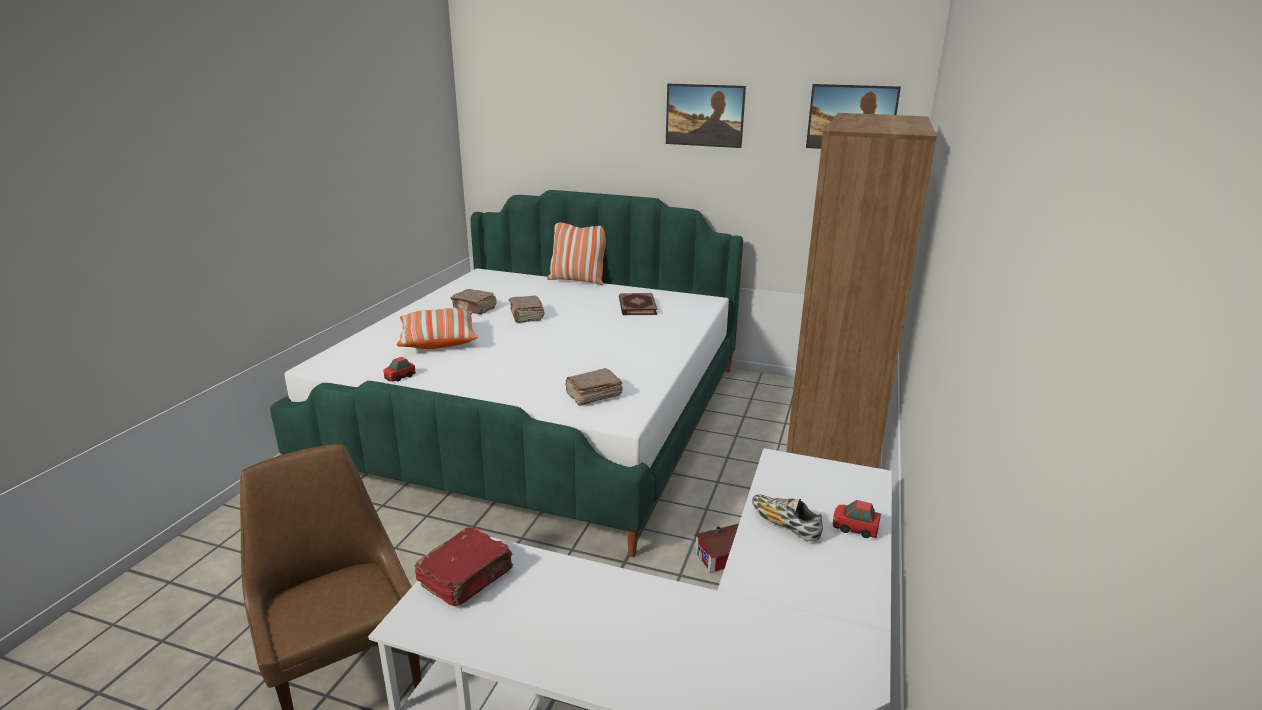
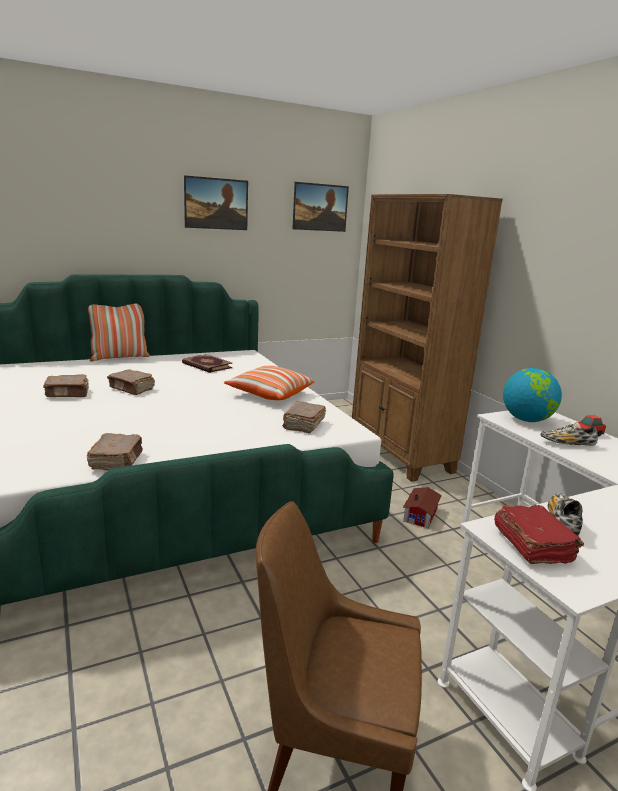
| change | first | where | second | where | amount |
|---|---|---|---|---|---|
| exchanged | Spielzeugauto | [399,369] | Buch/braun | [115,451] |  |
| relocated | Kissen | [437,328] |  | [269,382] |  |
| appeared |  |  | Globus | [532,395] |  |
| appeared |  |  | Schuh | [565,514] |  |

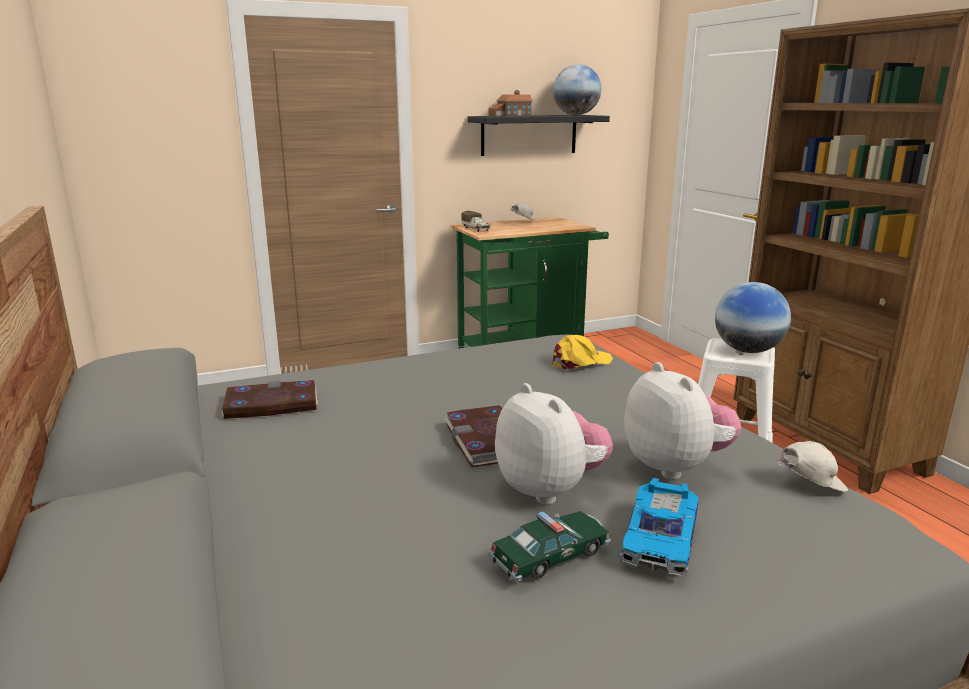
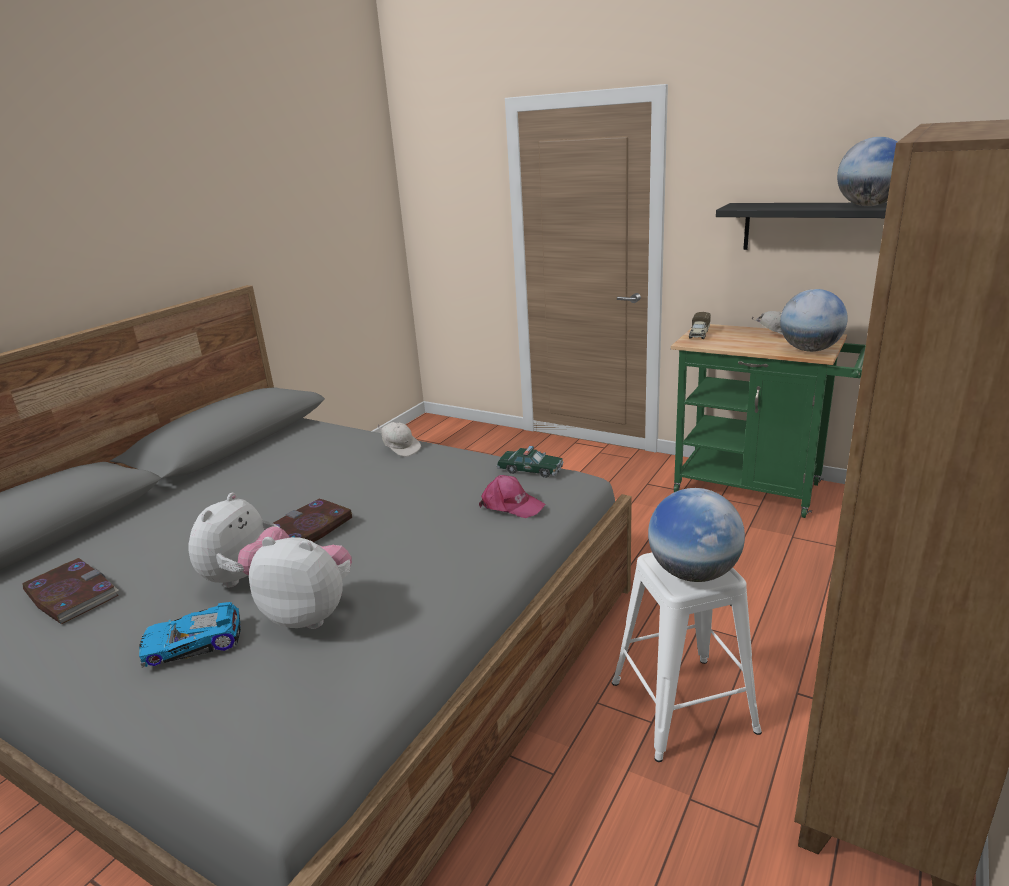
| change | first | where | second | where | amount |
|---|---|---|---|---|---|
| relocated | Buch | [269,399] |  | [71,591] |  |
| spun | Plüschtier | [682,421] |  | [300,583] | 105 degrees counterclockwise |
| relocated | Kappe/weiß | [812,466] |  | [399,439] |  |
| colour | Kappe/gelb | [582,352] | Kappe/rosa | [512,496] |  |
| relocated | Spielzeugauto | [550,546] |  | [530,462] |  |
| appeared |  |  | Globus | [814,320] |  |
| missing | Spielzeughaus | [511,103] |  |  |  |

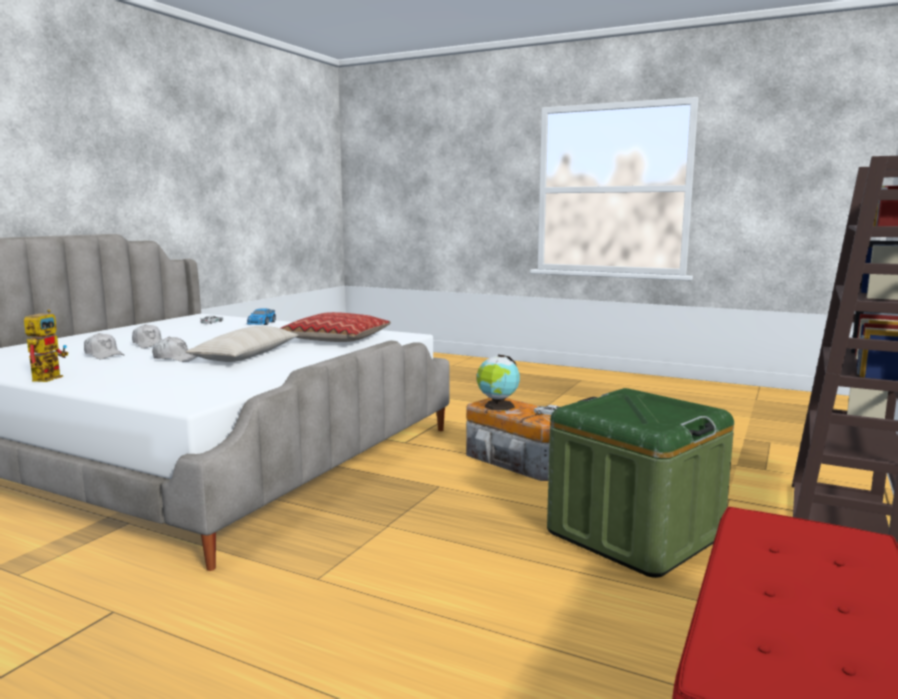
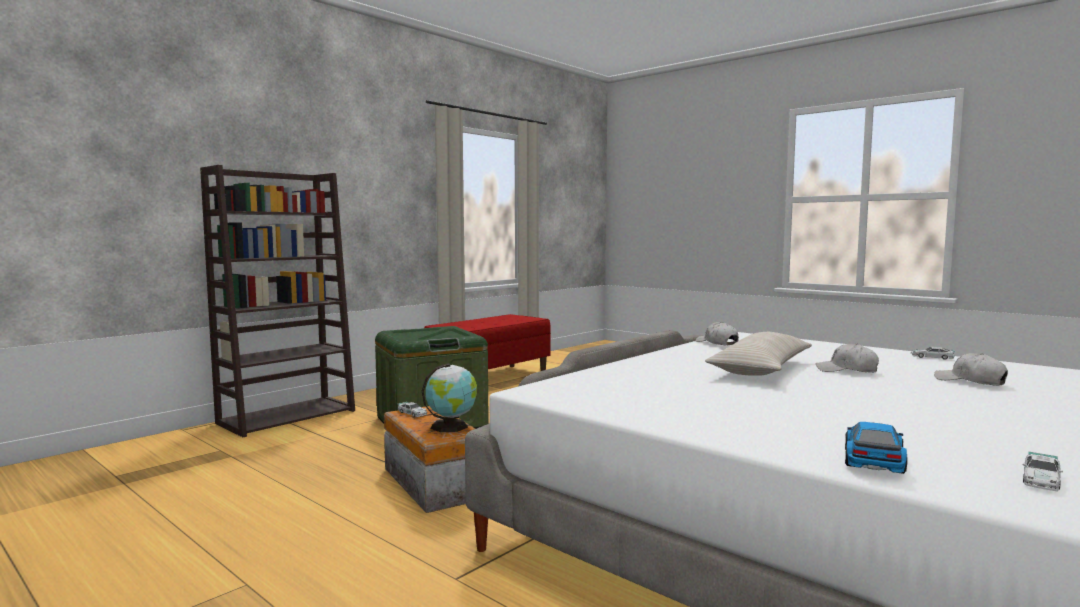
| change | first | where | second | where | amount |
|---|---|---|---|---|---|
| relocated | Kappe/weiß | [147,336] |  | [717,333] |  |
| exchanged | Spielzeugroboter | [46,345] | Spielzeugauto | [933,353] |  |
| missing | Kissen | [336,327] |  |  |  |

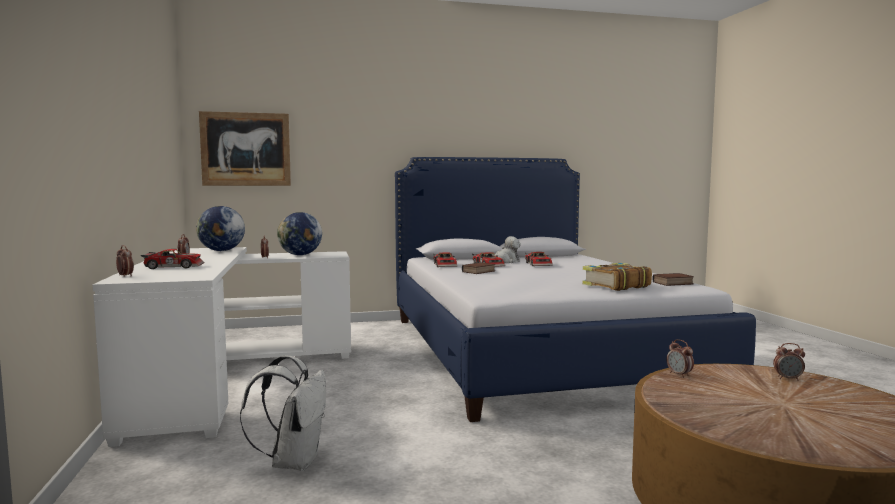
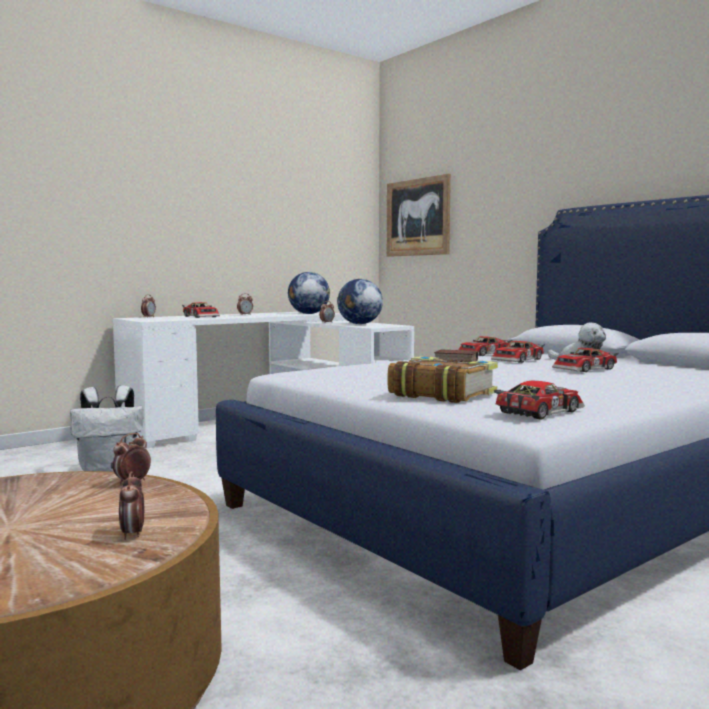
| change | first | where | second | where | amount |
|---|---|---|---|---|---|
| exchanged | Buch | [673,279] | Spielzeugauto | [539,400] |  |

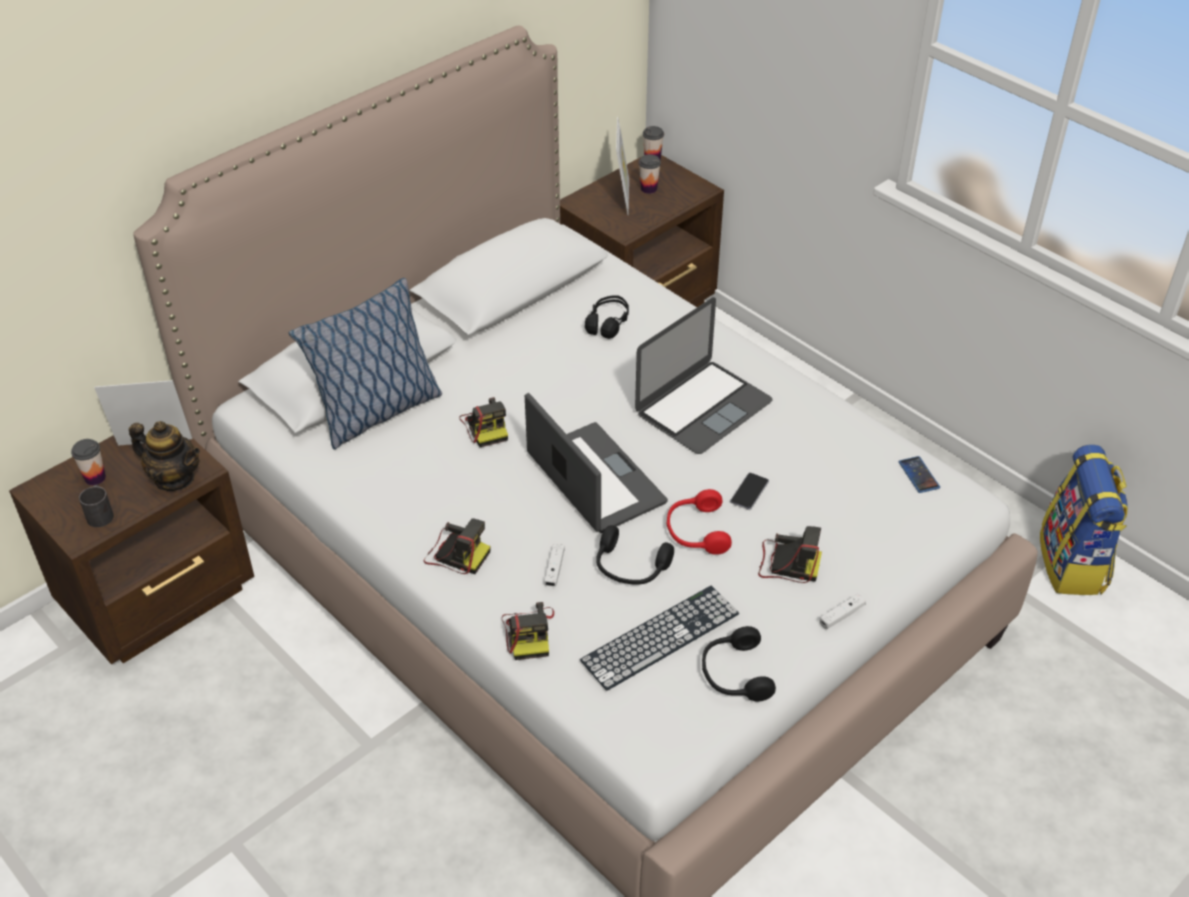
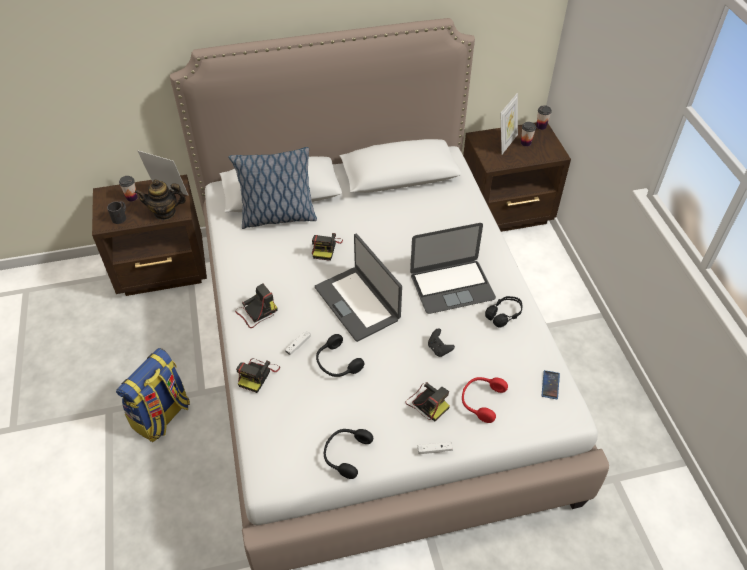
| change | first | where | second | where | amount |
|---|---|---|---|---|---|
| relocated | Rucksack | [1084,520] |  | [153,395] |  |
| spun | Teekanne | [164,456] |  | [160,200] | 120 degrees clockwise |
| spun | Kamera | [457,546] |  | [256,305] | 90 degrees counterclockwise |
| spun | Laptop | [596,463] |  | [358,288] | 150 degrees clockwise |
| exchanged | Handy | [749,491] | Gamepad/schwarz | [441,342] |  |
| relocated | Kopfhörer/rot | [699,522] |  | [485,400] |  |
| relocated | Kopfhörer/schwarz | [607,317] |  | [503,312] |  |
| missing | Tastatur | [659,638] |  |  |  |

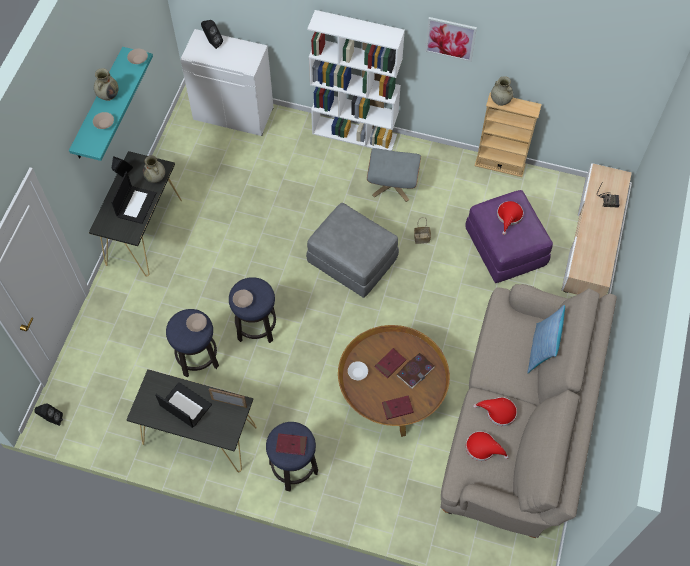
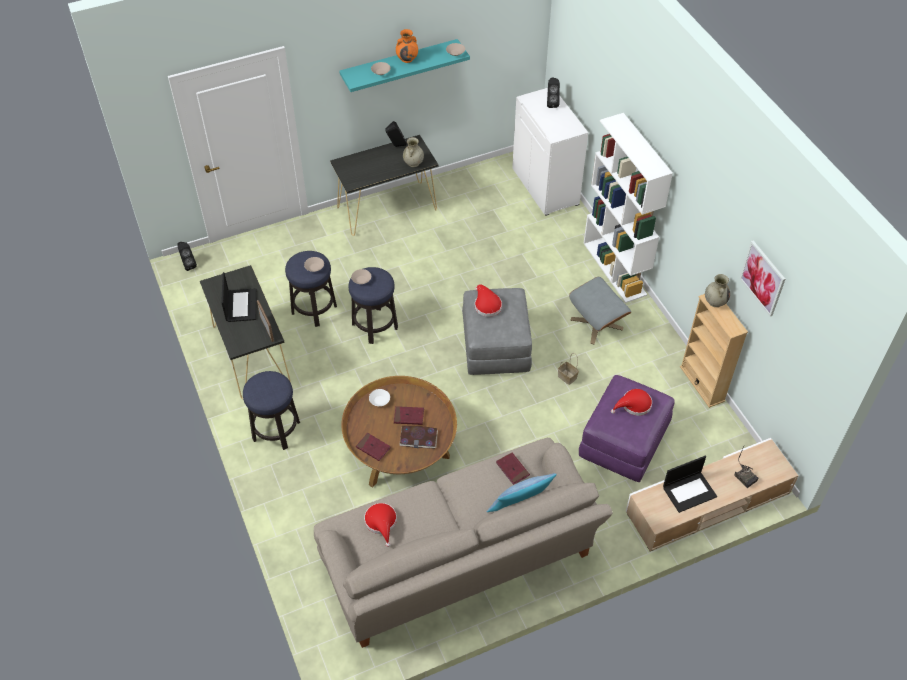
| change | first | where | second | where | amount |
|---|---|---|---|---|---|
| colour | Vase/beige | [106,84] | Vase/orange | [407,46] |  |
| relocated | Hut/rot | [495,411] |  | [488,300] |  |
| relocated | Buch/rot | [291,444] |  | [513,469] |  |
| relocated | Laptop | [133,198] |  | [690,484] |  |
| relocated | Bild | [451,39] |  | [762,278] |  |

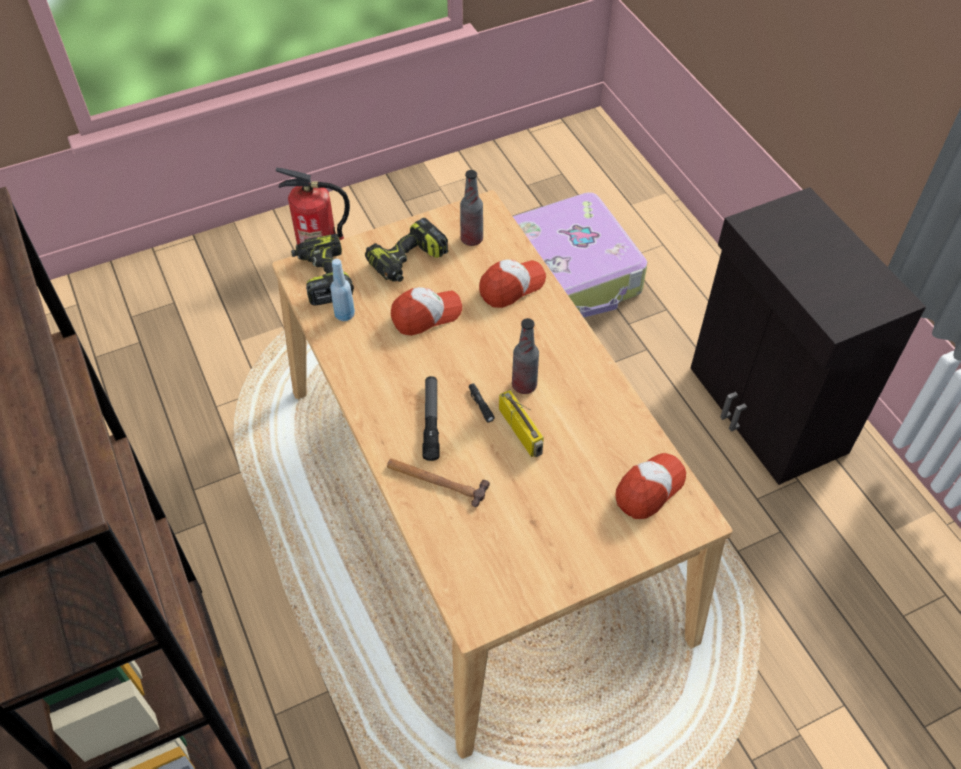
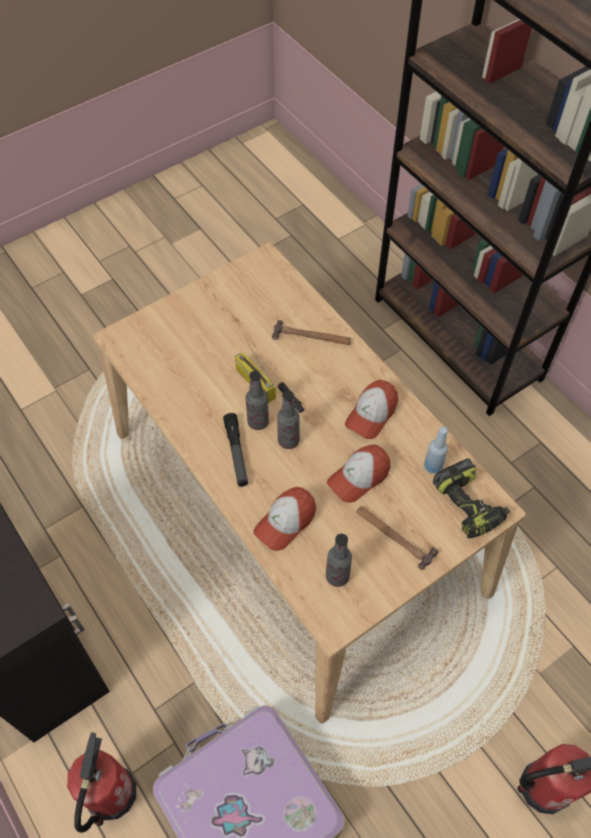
| change | first | where | second | where | amount |
|---|---|---|---|---|---|
| appeared |  |  | Feuerlöscher | [101,782] |  |
| relocated | Taschenlampe | [431,418] |  | [235,450] |  |
| appeared |  |  | Flasche | [288,419] |  |
| relocated | Kappe | [651,486] |  | [371,409] |  |
| exchanged | Bohrmaschine | [406,250] | Hammer | [397,538] |  |

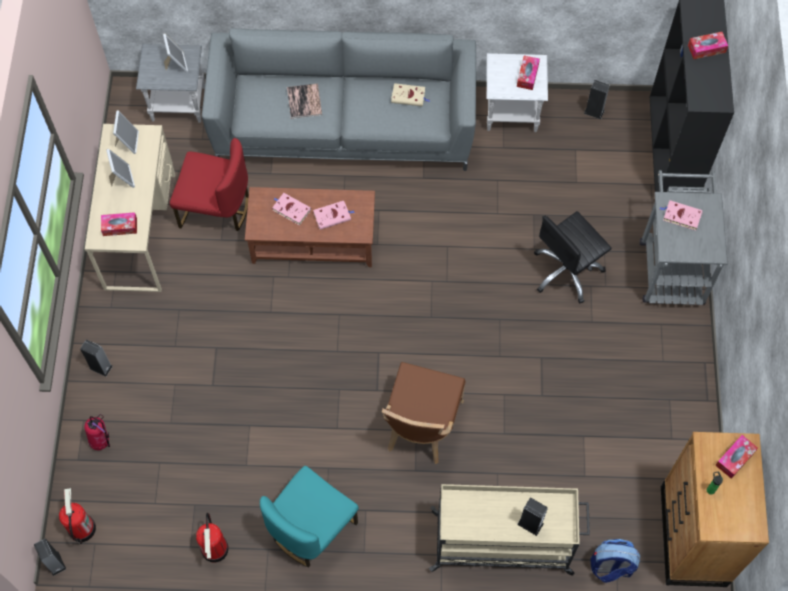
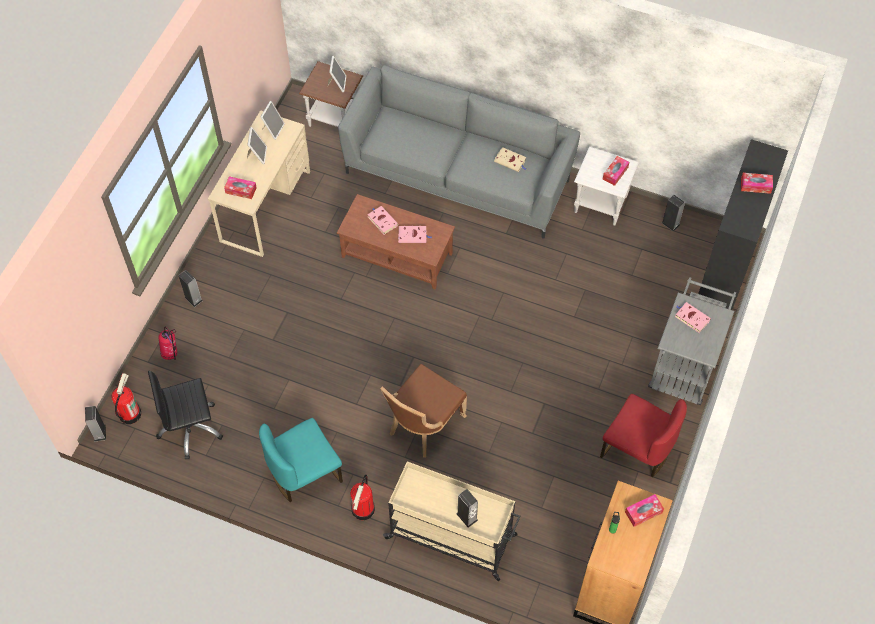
| change | first | where | second | where | amount |
|---|---|---|---|---|---|
| relocated | Bürostuhl/schwarz | [573,257] |  | [185,415] |  |
| colour | Beistelltisch/grau | [170,83] | Beistelltisch/braun | [331,94] |  |
| relocated | Feuerlöscher | [212,538] |  | [362,497] |  |
| relocated | Stuhl/rot | [209,184] |  | [643,435] |  |
| missing | Buch | [304,101] |  |  |  |
| missing | Rucksack | [615,561] |  |  |  |

